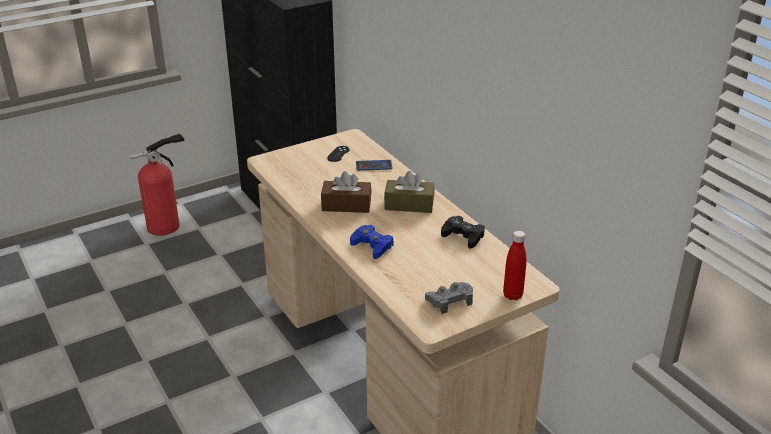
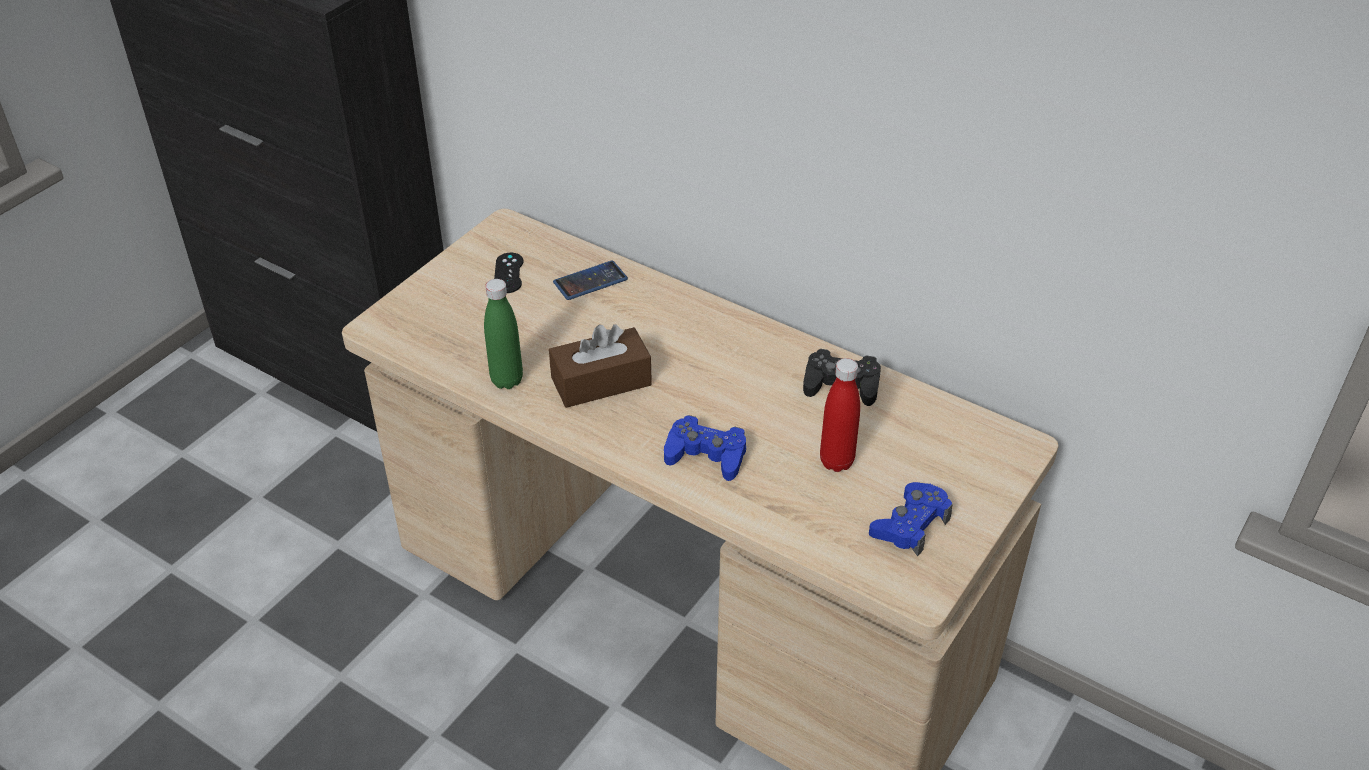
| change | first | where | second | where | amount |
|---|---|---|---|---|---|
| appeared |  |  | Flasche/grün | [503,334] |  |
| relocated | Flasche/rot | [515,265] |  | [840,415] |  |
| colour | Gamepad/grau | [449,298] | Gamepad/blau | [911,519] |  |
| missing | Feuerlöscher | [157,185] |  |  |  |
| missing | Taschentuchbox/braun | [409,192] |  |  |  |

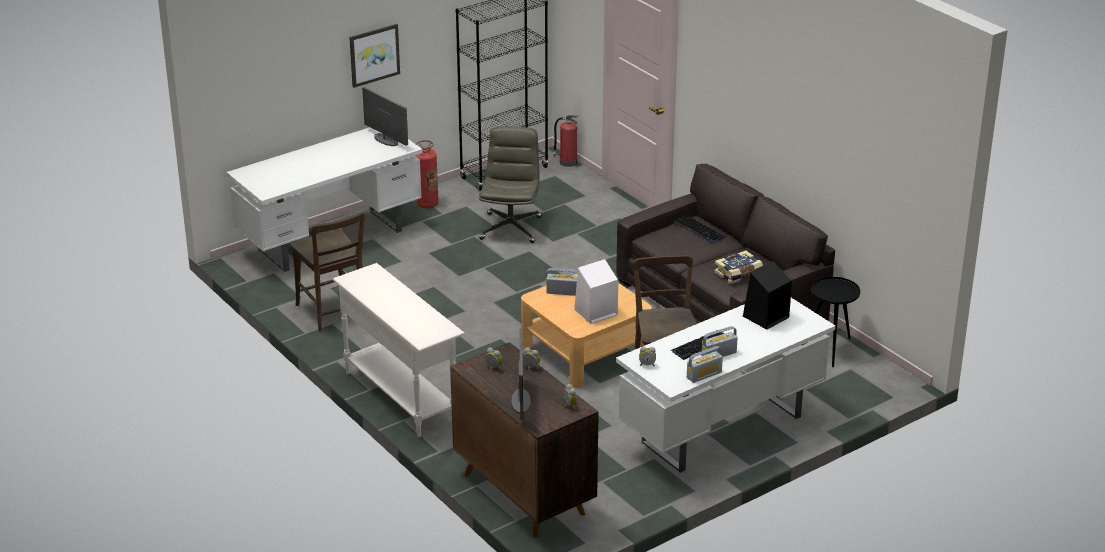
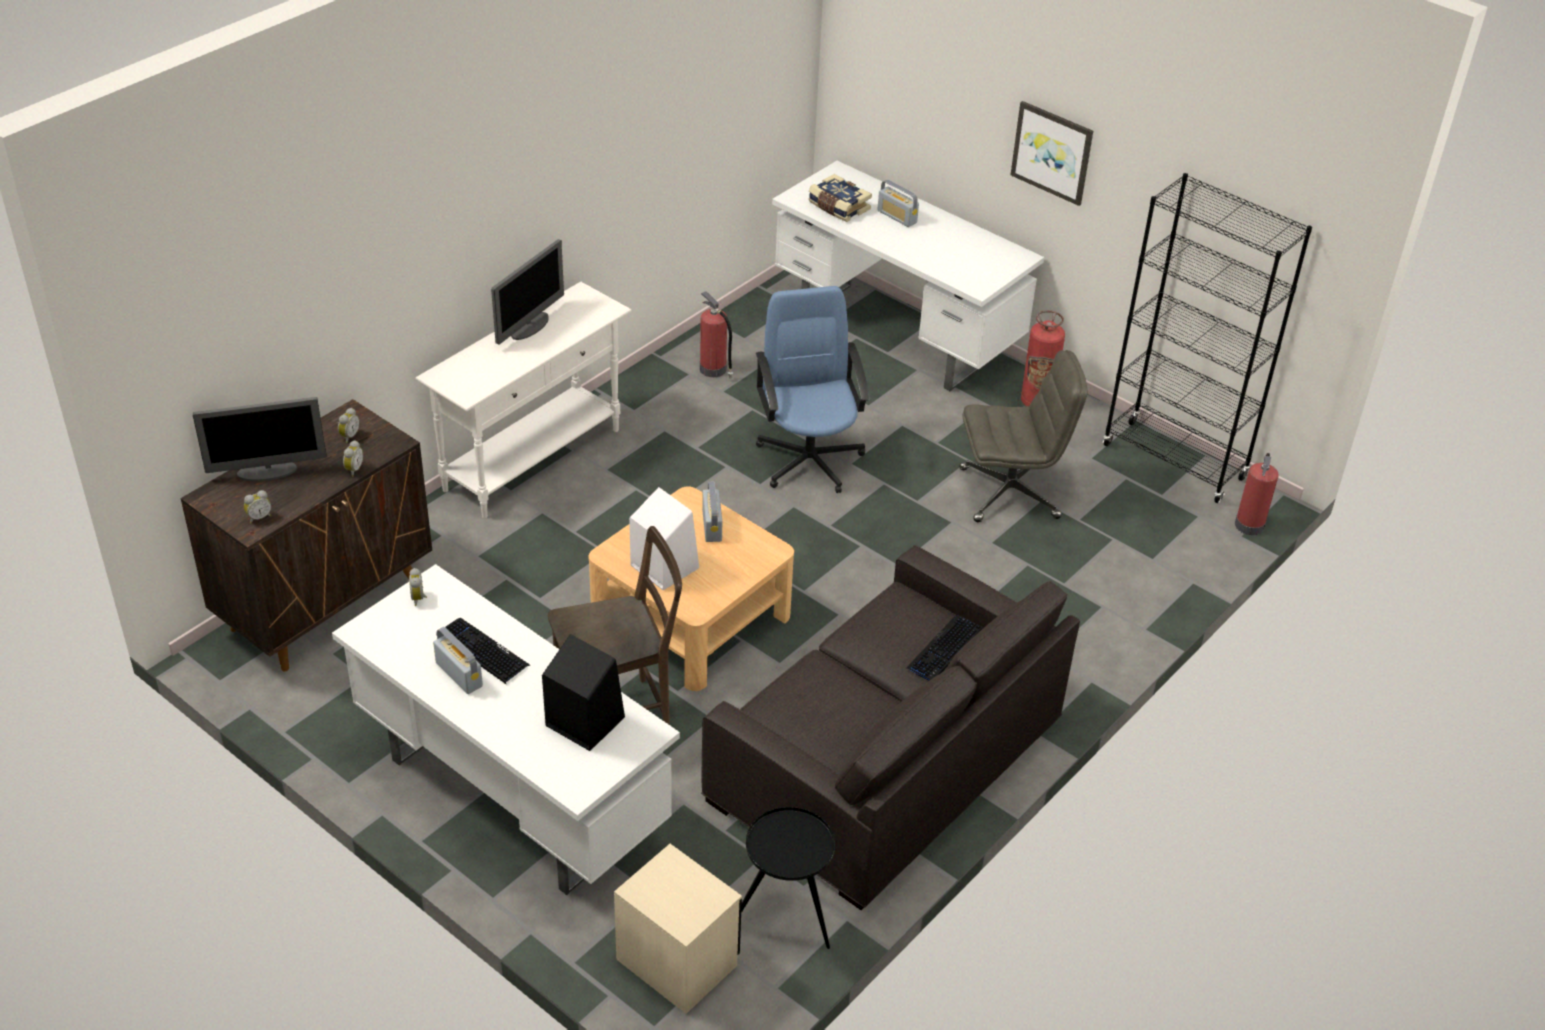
| change | first | where | second | where | amount |
|---|---|---|---|---|---|
| relocated | Monitor | [385,116] |  | [527,292] |  |
| appeared |  |  | Nachttisch/beige | [678,929] |  |
| exchanged | Stuhl/braun | [327,271] | Feuerlöscher | [716,335] |  |
| appeared |  |  | Bürostuhl/blau | [813,389] |  |
| relocated | Buch | [738,267] |  | [840,198] |  |
| relocated | Radio | [705,364] |  | [898,203] |  |

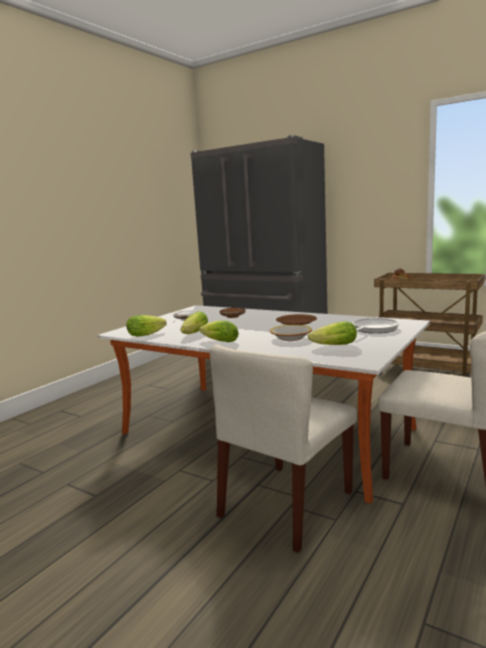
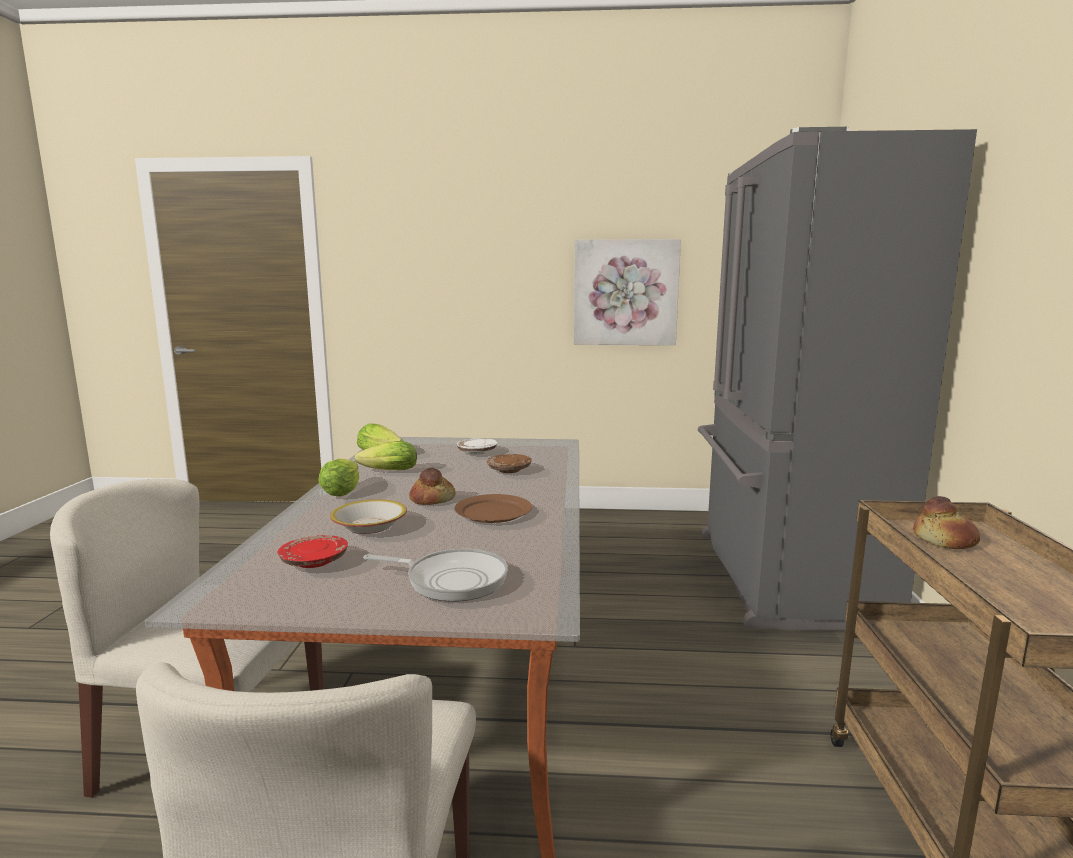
| change | first | where | second | where | amount |
|---|---|---|---|---|---|
| exchanged | Salatkopf | [332,333] | Teller/rot | [312,551] |  |
| appeared |  |  | Brot | [432,486] |  |
| appeared |  |  | Bild | [627,292] |  |

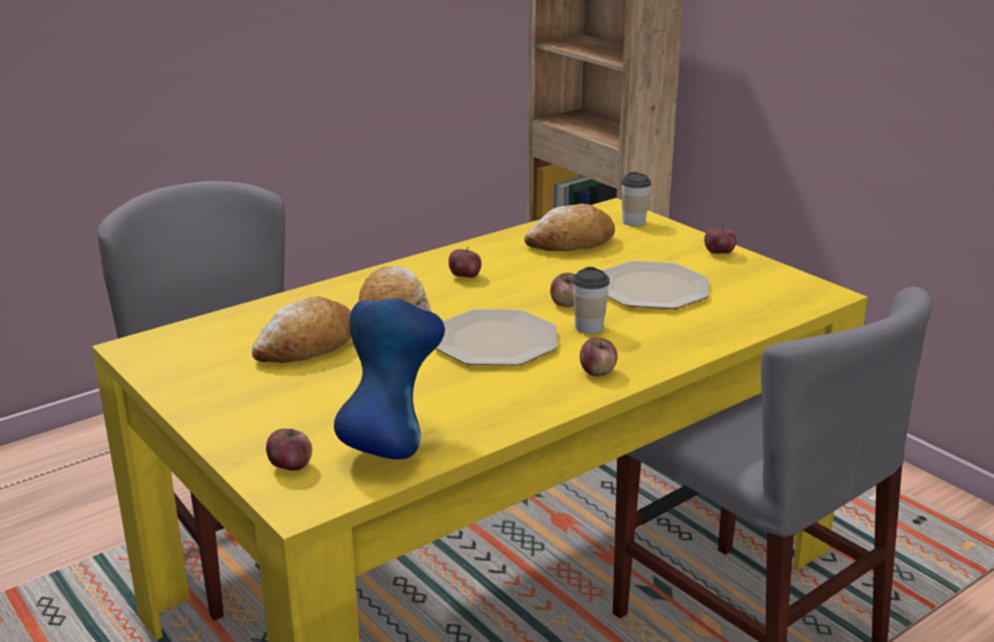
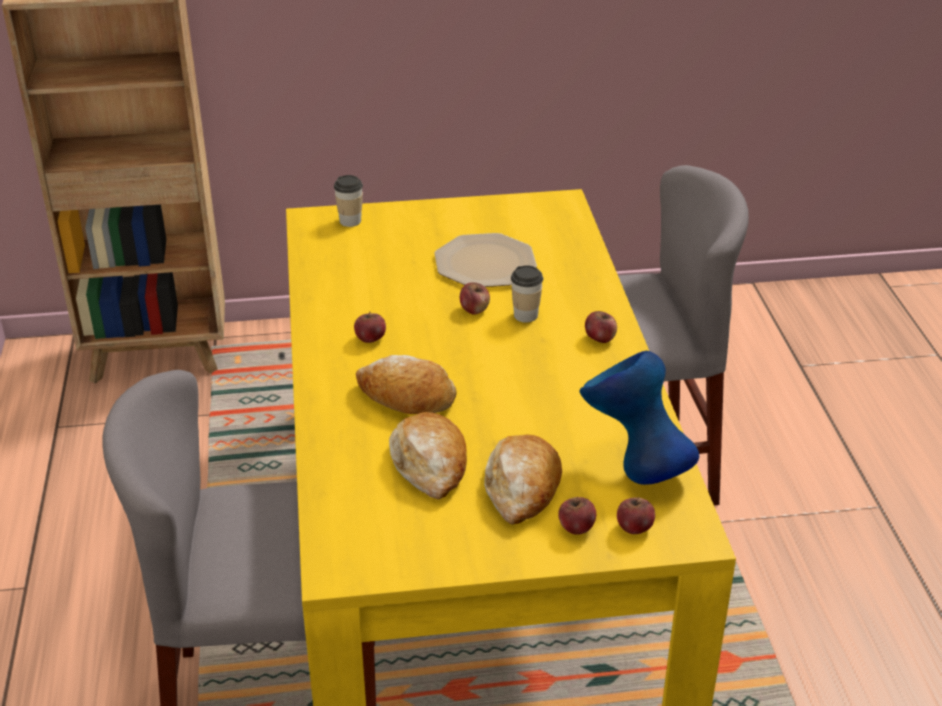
| change | first | where | second | where | amount |
|---|---|---|---|---|---|
| relocated | Brot | [569,227] |  | [523,479] |  |
| relocated | Apfel | [720,239] |  | [577,516] |  |
| missing | Teller | [496,337] |  |  |  |

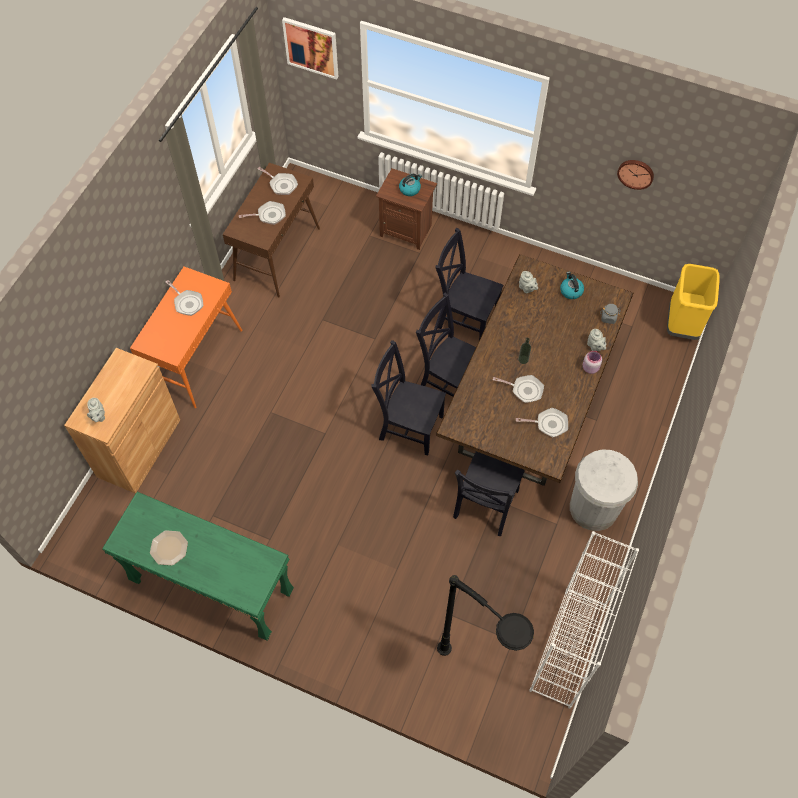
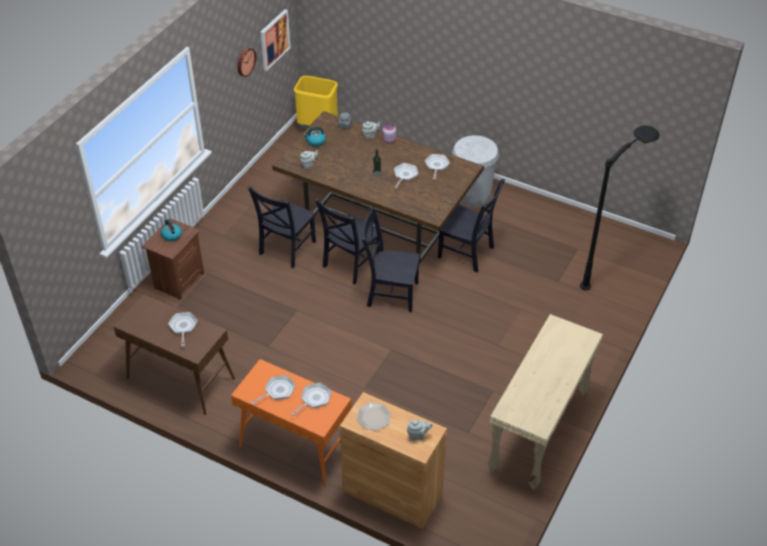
| change | first | where | second | where | amount |
|---|---|---|---|---|---|
| relocated | Bild | [310,48] |  | [276,40] |  |
| relocated | Pfanne | [277,181] |  | [311,399] |  |
| relocated | Teller | [169,547] |  | [374,417] |  |
| spun | Stuhl/schwarz | [408,398] |  | [390,259] | 75 degrees clockwise |
| colour | Konsolentisch/grün | [198,566] | Konsolentisch/beige | [545,402] |  |
| missing | Bücherregal/weiß | [584,620] |  |  |  |

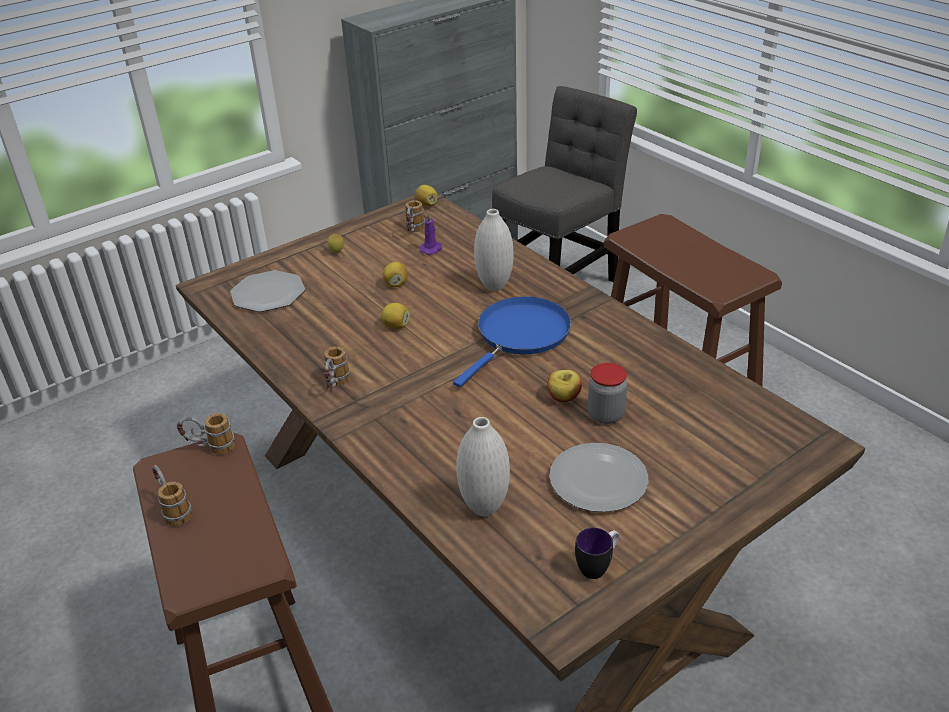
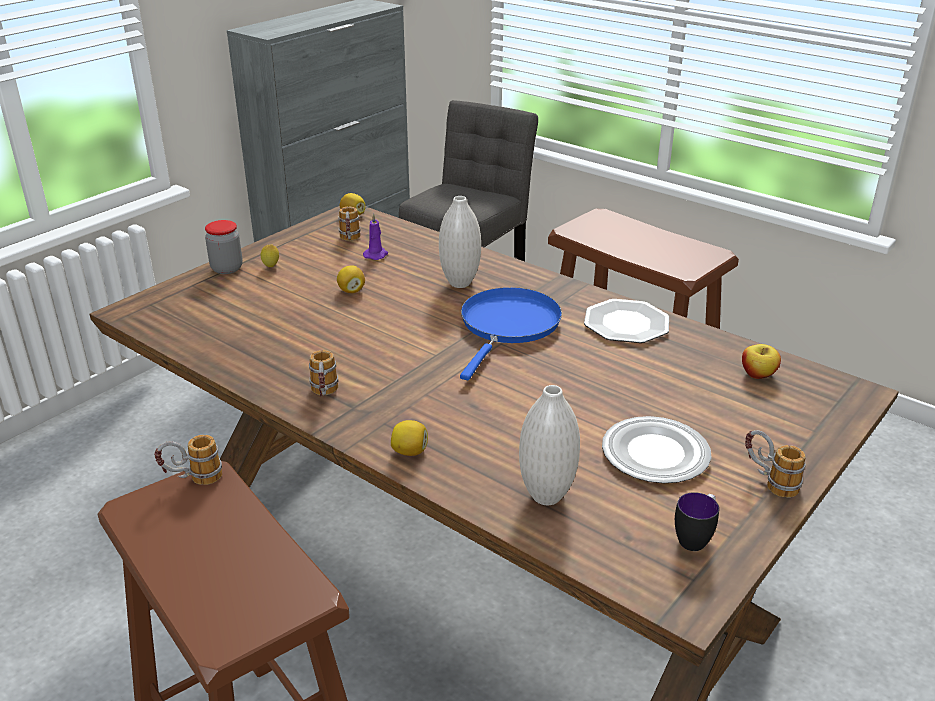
| change | first | where | second | where | amount |
|---|---|---|---|---|---|
| relocated | Vorratsglas | [607,393] |  | [224,247] |  |
| relocated | Zitrone | [395,316] |  | [409,438] |  |
| relocated | Teller | [267,291] |  | [626,321] |  |
| relocated | Apfel | [565,386] |  | [761,361] |  |
| relocated | Henkelbecher | [172,495] |  | [775,464] |  |

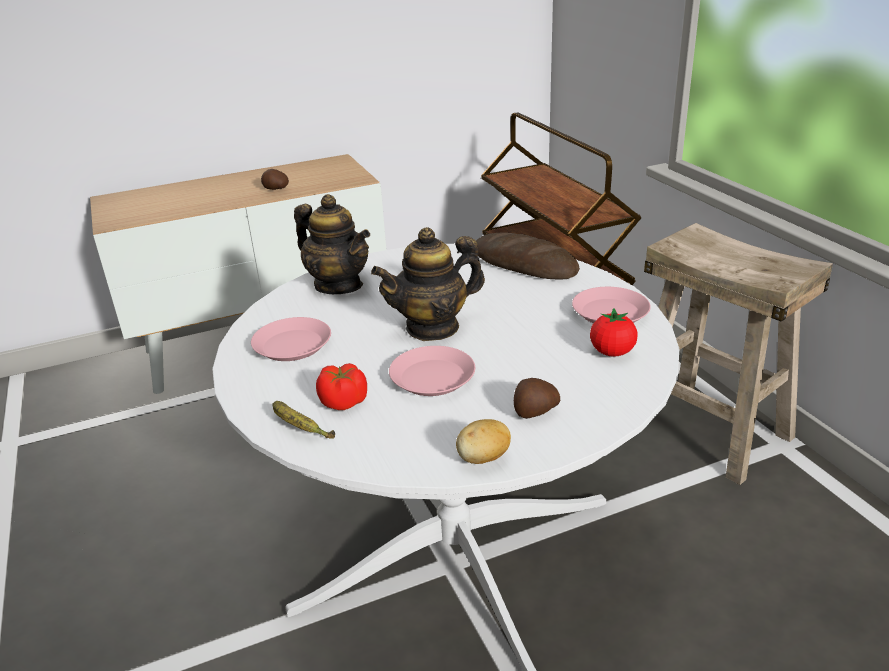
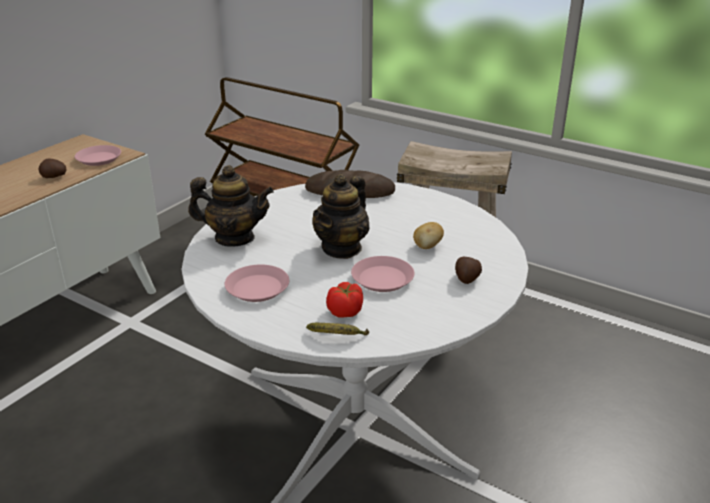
| change | first | where | second | where | amount |
|---|---|---|---|---|---|
| relocated | Teller/rosa | [611,305] |  | [98,155] |  |
| relocated | Kartoffel | [483,441] |  | [428,235] |  |
| missing | Tomate | [614,332] |  |  |  |

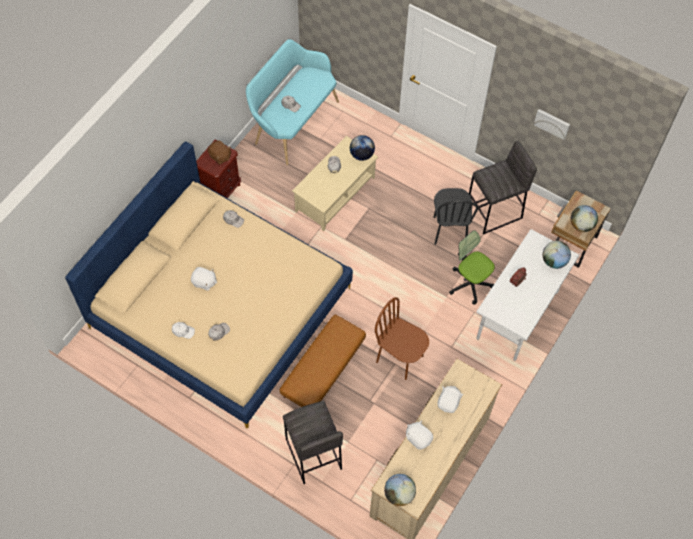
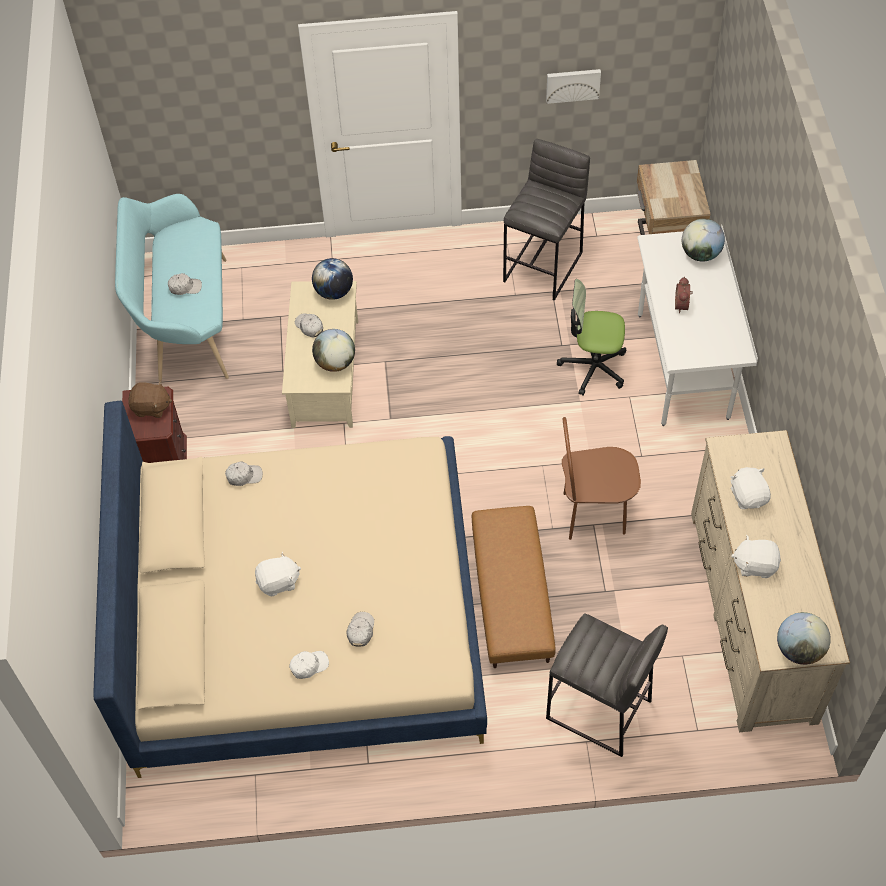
| change | first | where | second | where | amount |
|---|---|---|---|---|---|
| relocated | Globus | [584,218] |  | [333,350] |  |
| missing | Stuhl/schwarz | [455,216] |  |  |  |

